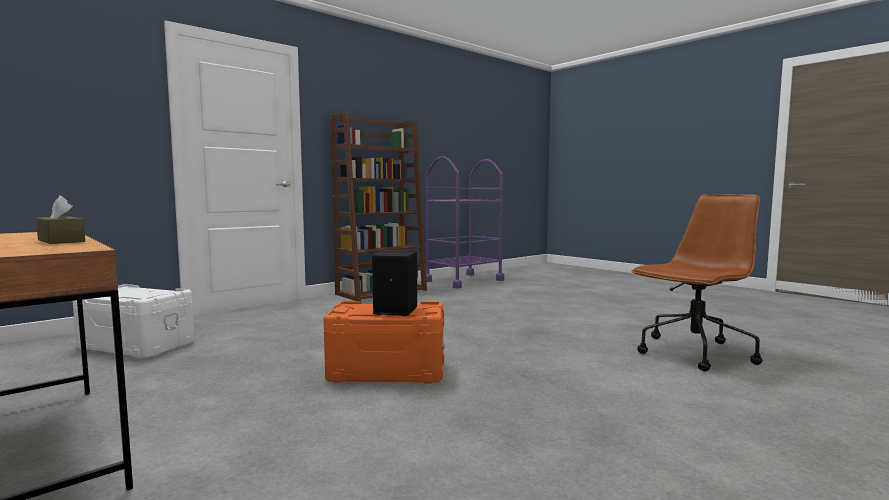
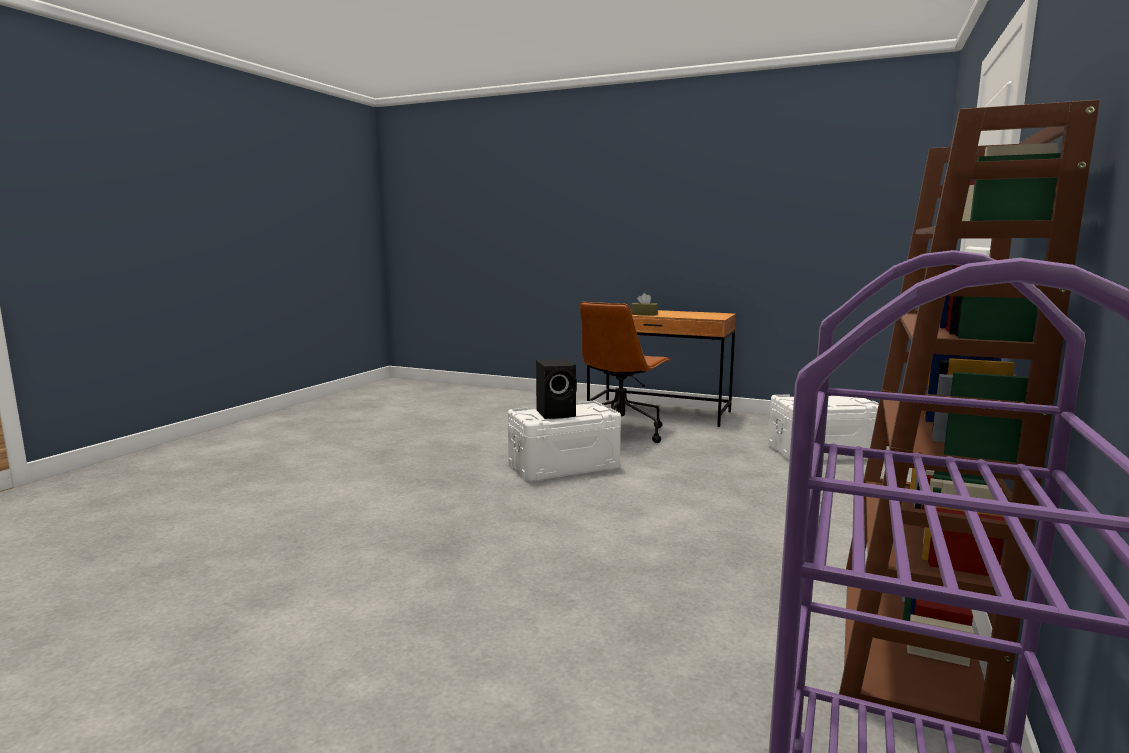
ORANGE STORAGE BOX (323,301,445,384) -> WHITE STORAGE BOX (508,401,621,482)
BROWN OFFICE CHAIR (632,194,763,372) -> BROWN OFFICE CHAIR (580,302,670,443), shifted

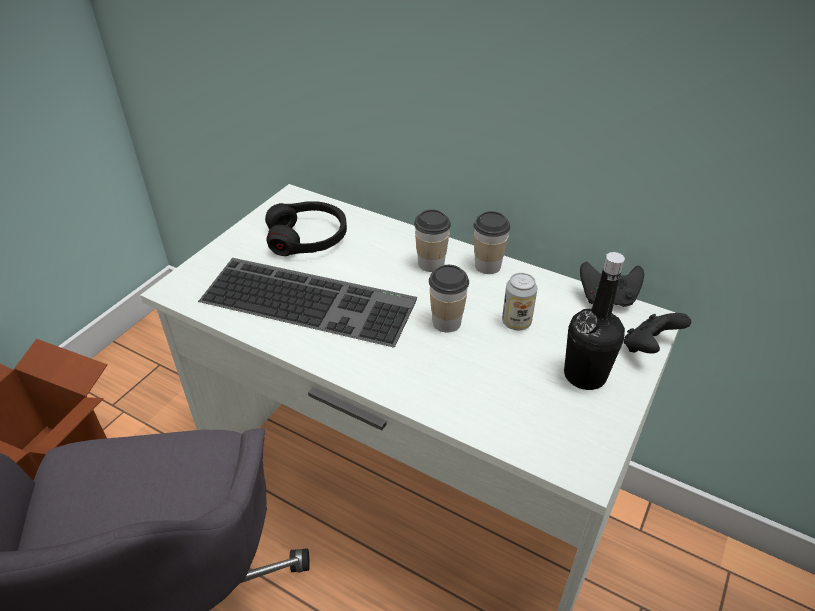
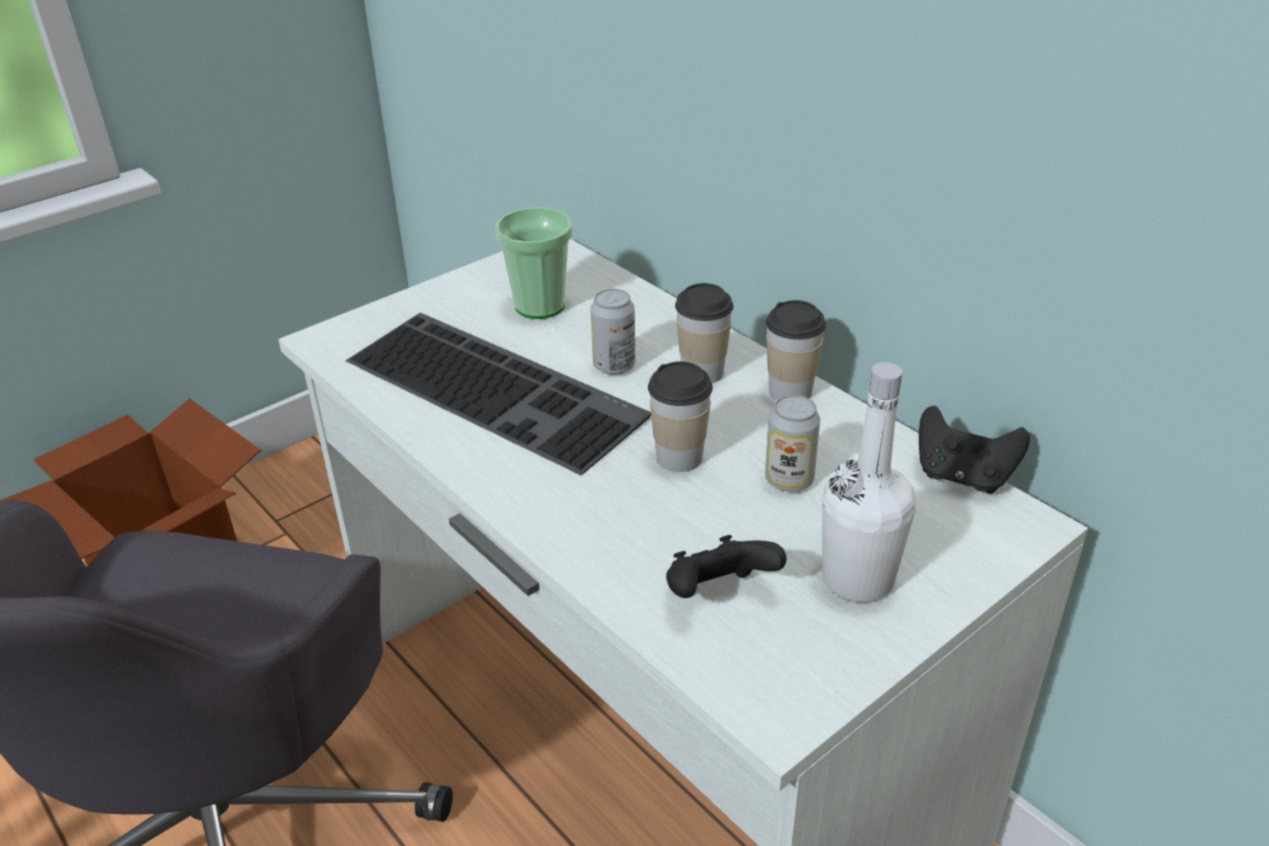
BLACK HEADPHONES (265,201,347,256) -> CUP (495,207,572,319)
none -> CAN (590,289,635,375)
BLACK GAME CONTROLLER (624,313,691,354) -> BLACK GAME CONTROLLER (666,535,787,598), shifted
BLACK BOTTLE (564,252,625,390) -> WHITE BOTTLE (822,362,916,602)

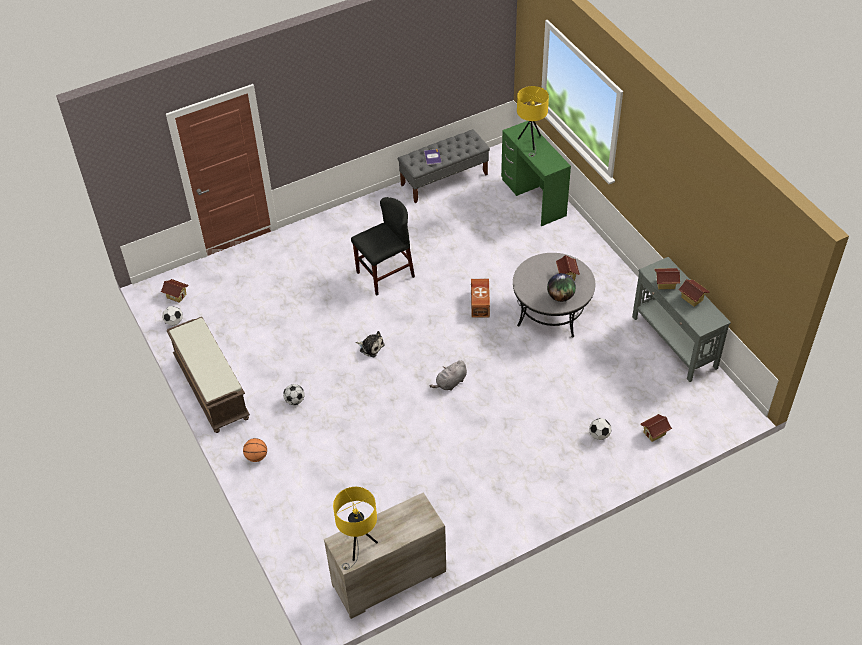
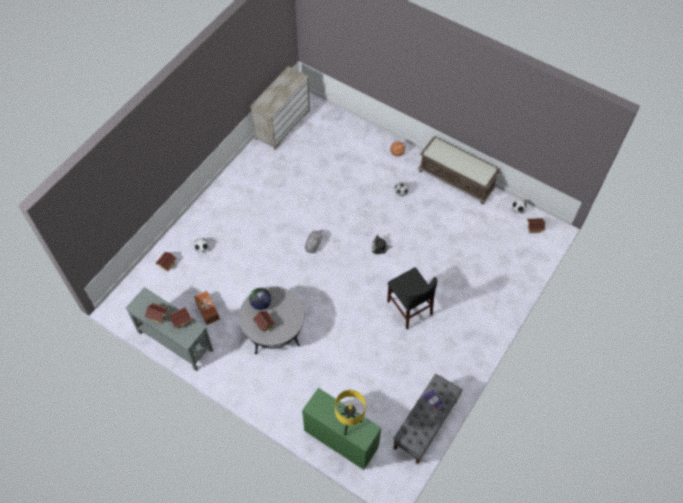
BROWN STORAGE BOX (471,279,490,318) -> BROWN STORAGE BOX (194,291,220,325), shifted
BLACK CHAIR (351,197,415,296) -> BLACK CHAIR (387,267,438,329), 60 degrees counterclockwise
YELLOW TABLE LAMP (333,487,378,570) -> none

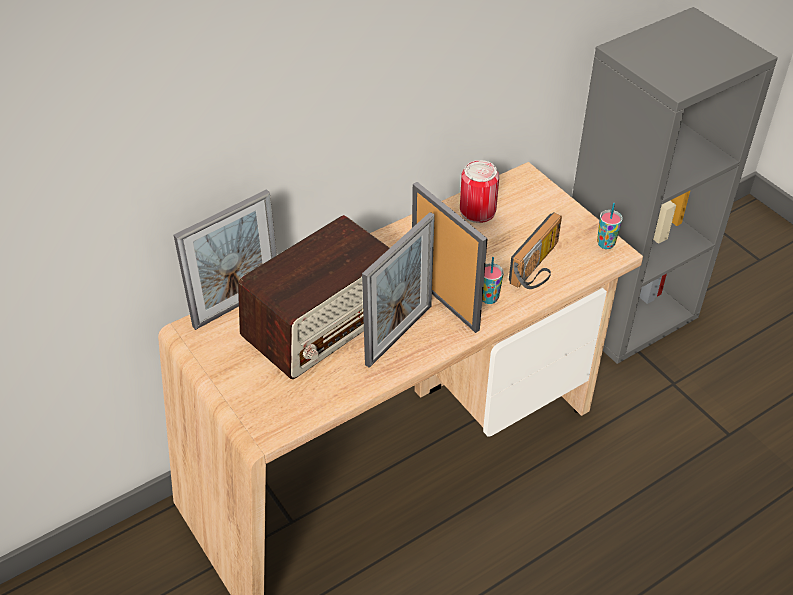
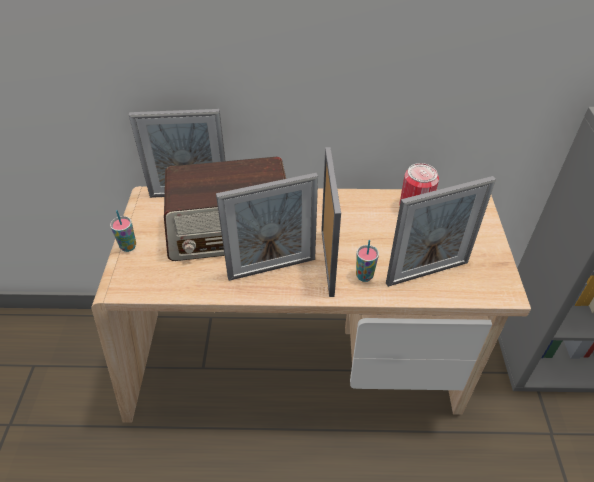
CUP (597,203,623,249) -> CUP (110,210,136,252), shifted
RADIO (509,212,562,289) -> PICTURE FRAME (386,176,496,287)

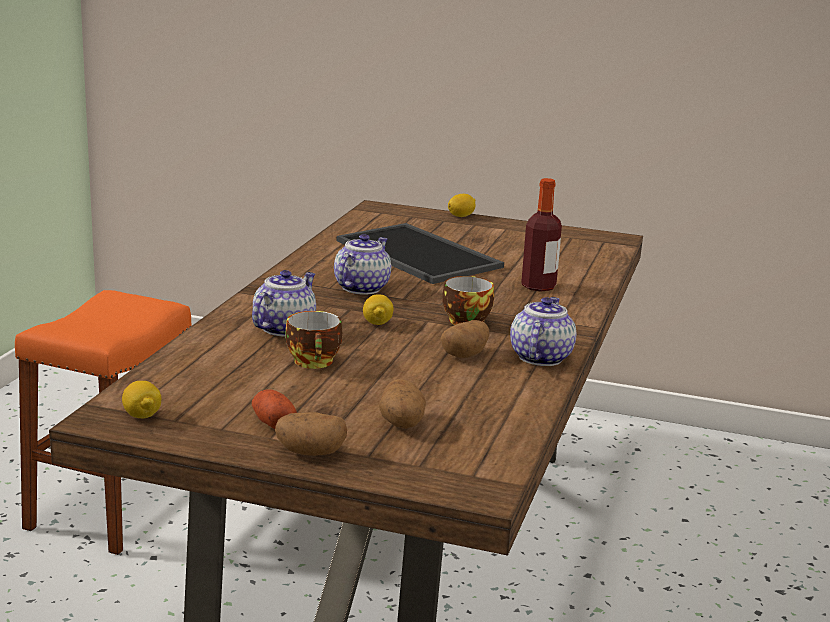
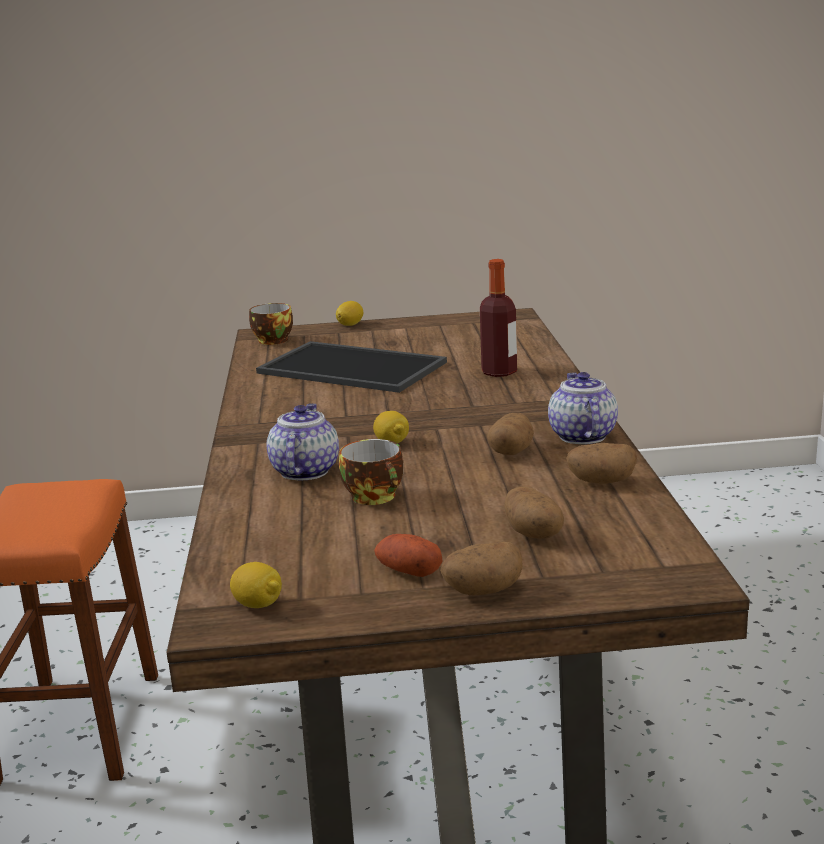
CUP (442,276,494,325) -> CUP (249,303,293,345), shifted
none -> POTATO (566,443,637,484)
TEAPOT (334,234,391,295) -> none

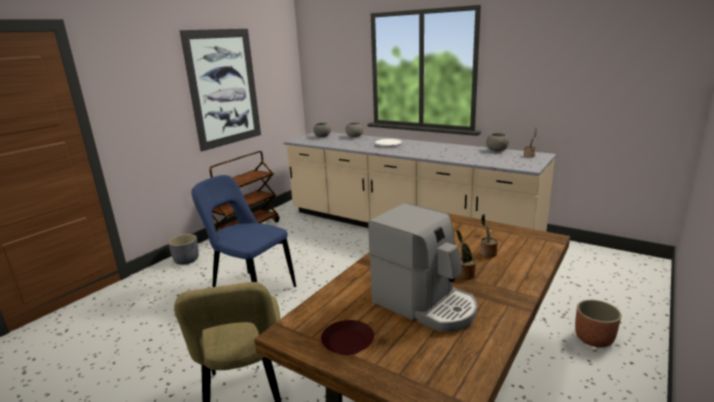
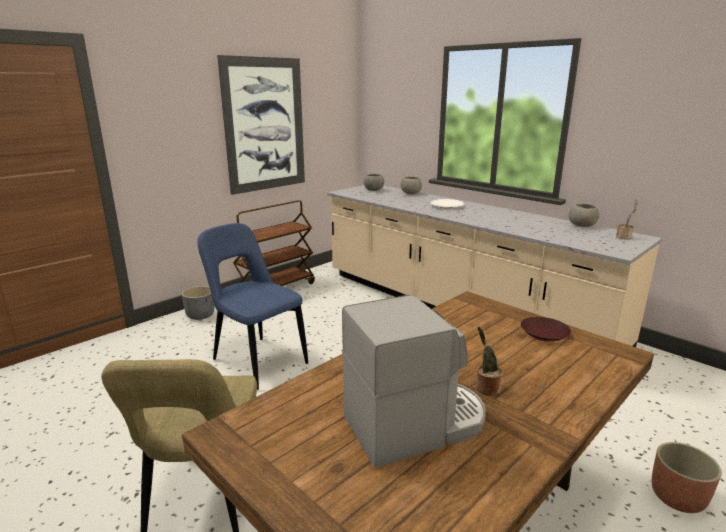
COFFEE MACHINE (368,203,477,332) -> COFFEE MACHINE (342,295,486,468), 75 degrees counterclockwise
BROWN PLATE (321,320,374,355) -> BROWN PLATE (521,317,571,342), shifted
POTTED PLANT (480,214,498,257) -> none

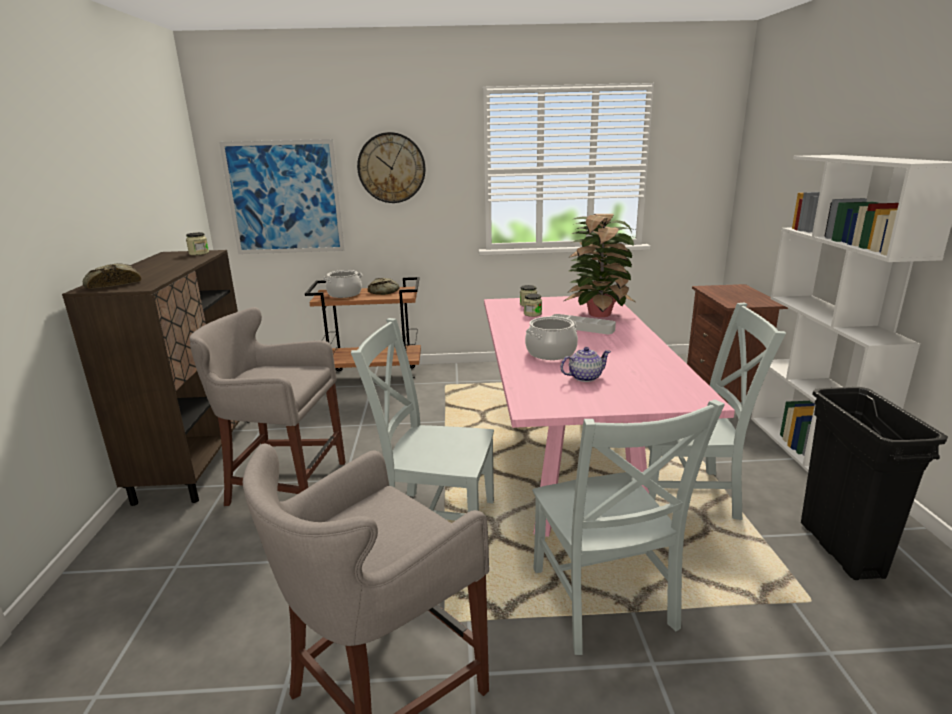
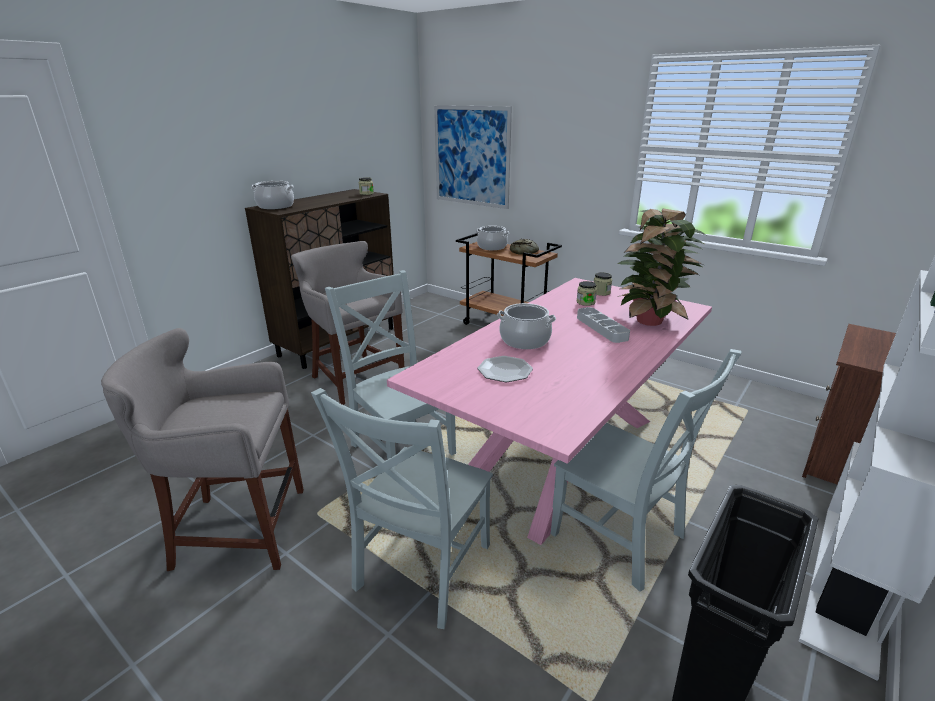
BREAD (83,263,141,289) -> COOKING POT (251,181,294,210)
TEAPOT (561,347,611,382) -> PLATE (478,356,533,382)
WALL CLOCK (357,132,426,203) -> none

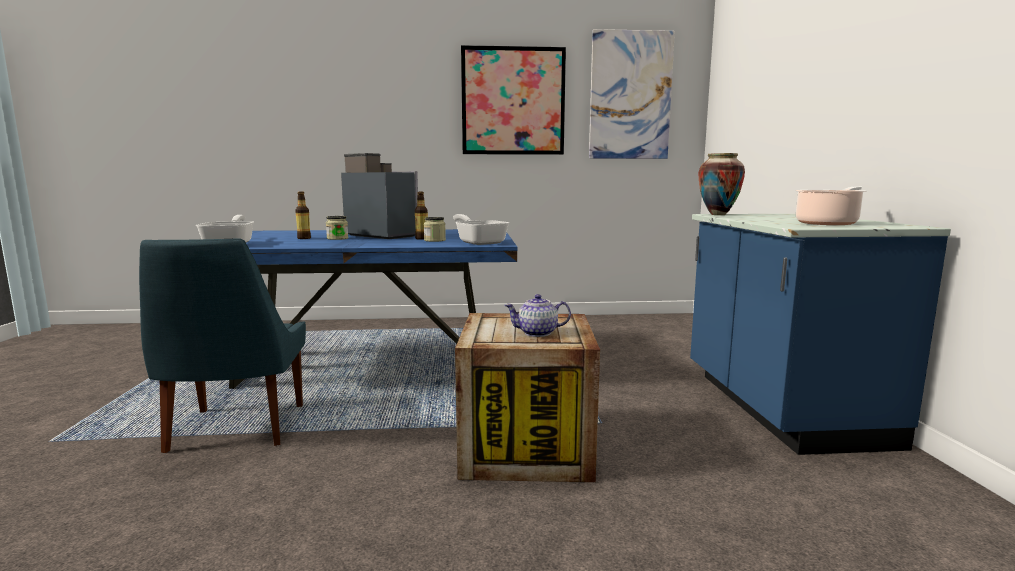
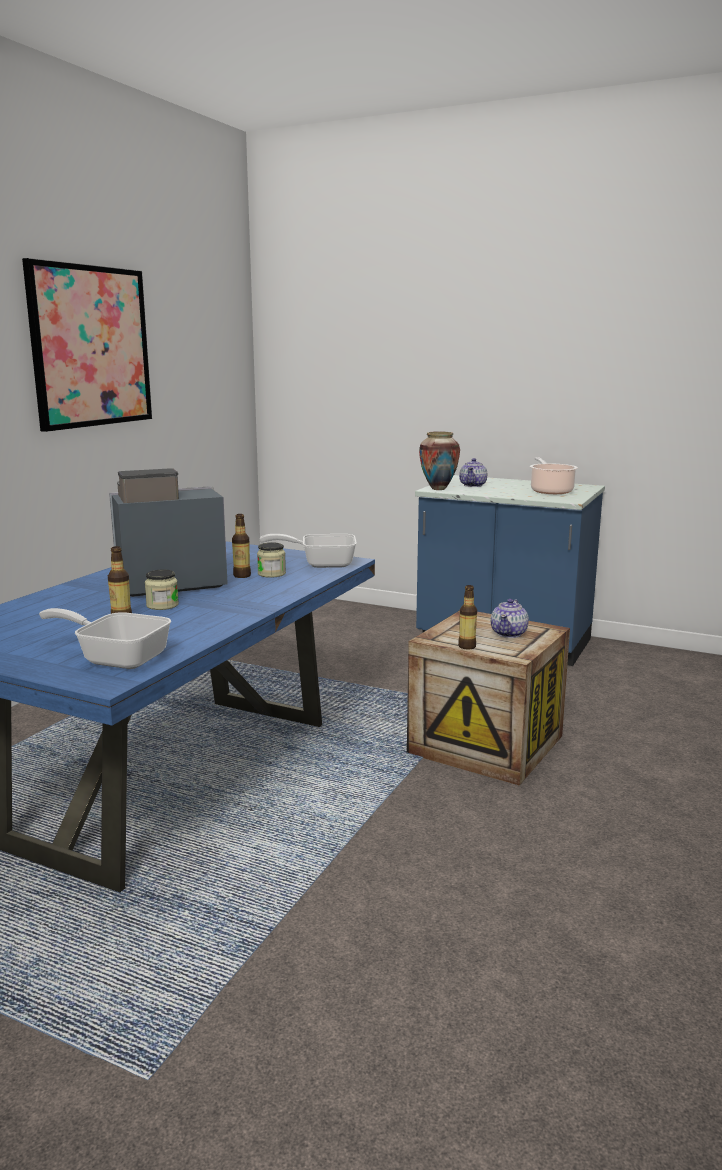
none -> BOTTLE (458,585,477,650)
none -> TEAPOT (459,458,487,487)
BLUE CHAIR (139,238,306,453) -> none
PICTURE (589,29,675,159) -> none

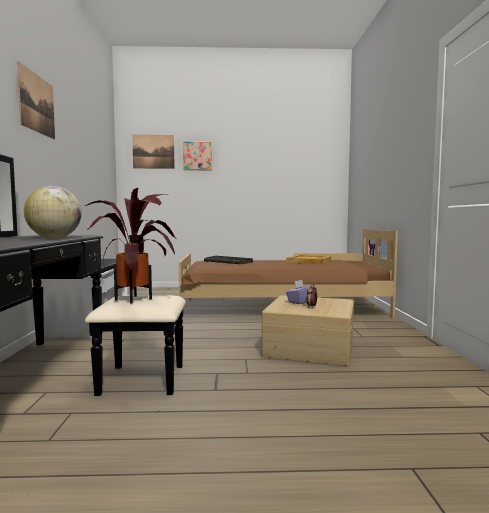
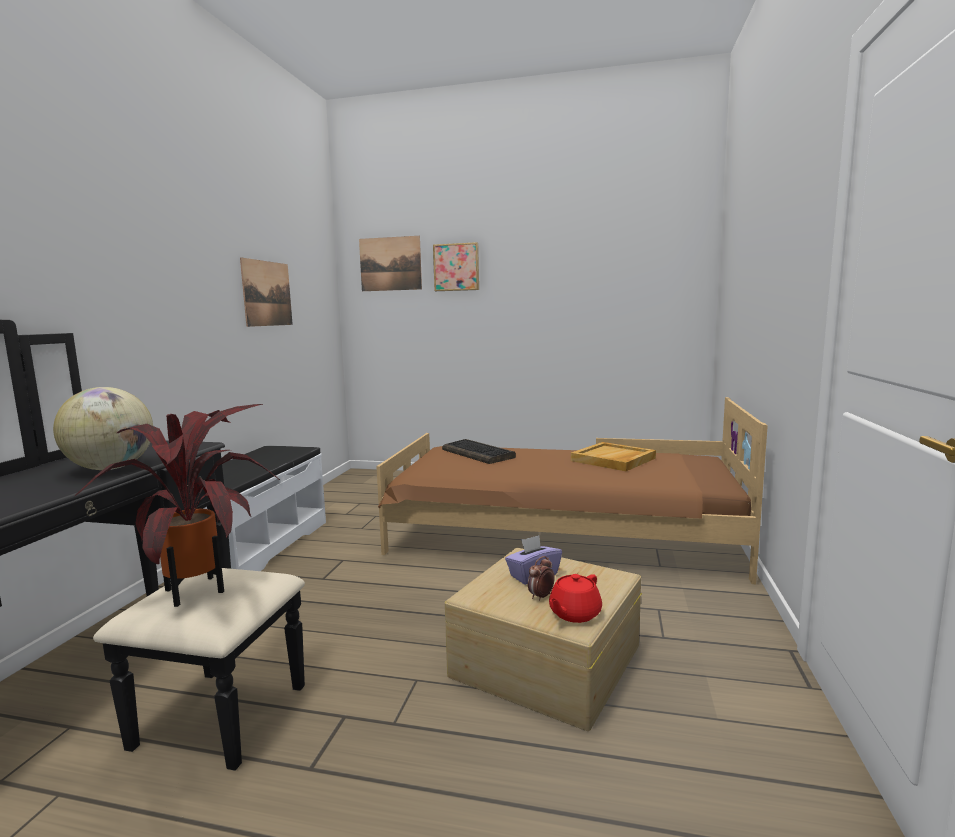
PICTURE (17,61,55,139) -> PICTURE (240,257,293,327), shifted
none -> RED TEAPOT (549,574,602,623)

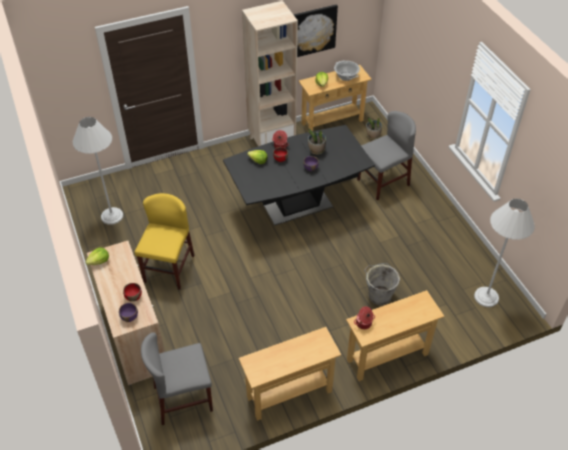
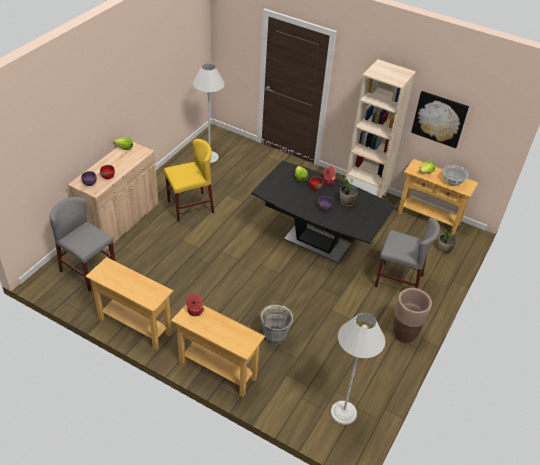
none -> BROWN PLANTER (393,288,432,343)

